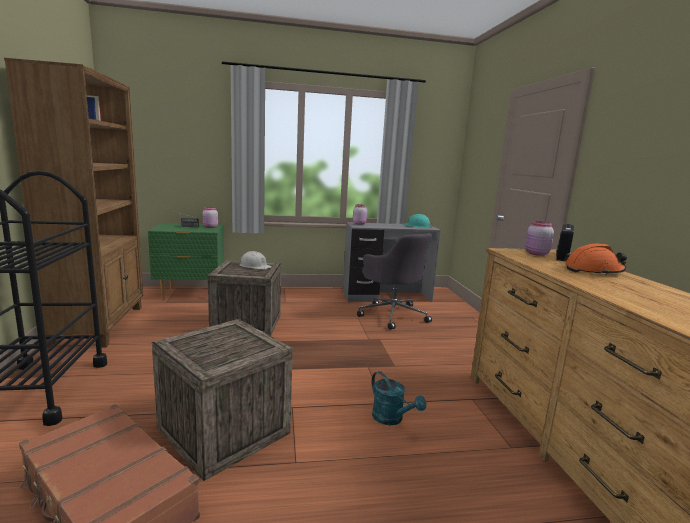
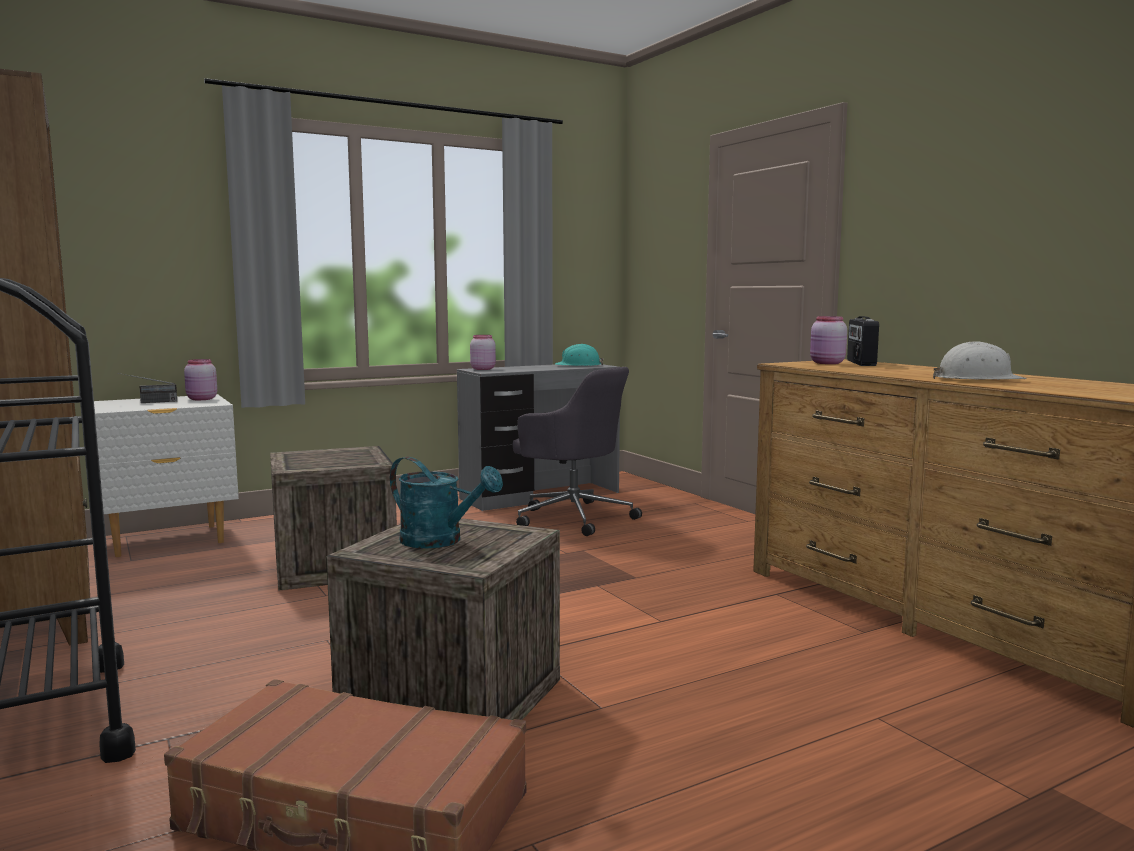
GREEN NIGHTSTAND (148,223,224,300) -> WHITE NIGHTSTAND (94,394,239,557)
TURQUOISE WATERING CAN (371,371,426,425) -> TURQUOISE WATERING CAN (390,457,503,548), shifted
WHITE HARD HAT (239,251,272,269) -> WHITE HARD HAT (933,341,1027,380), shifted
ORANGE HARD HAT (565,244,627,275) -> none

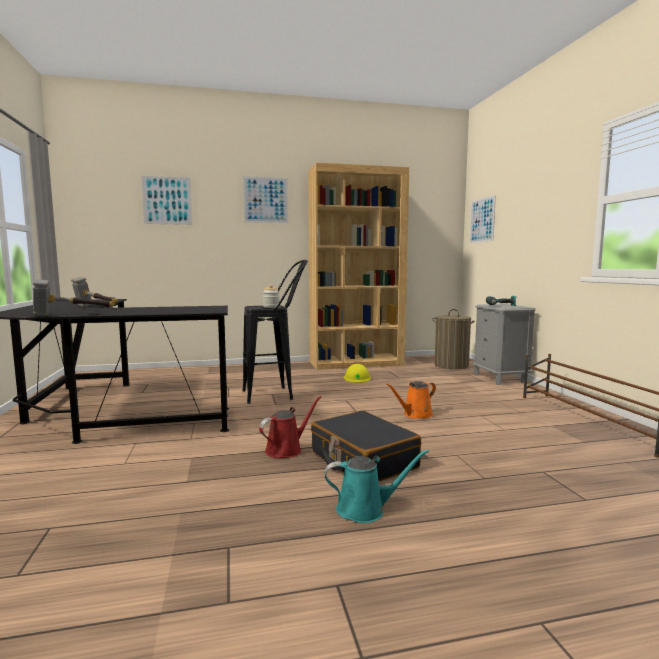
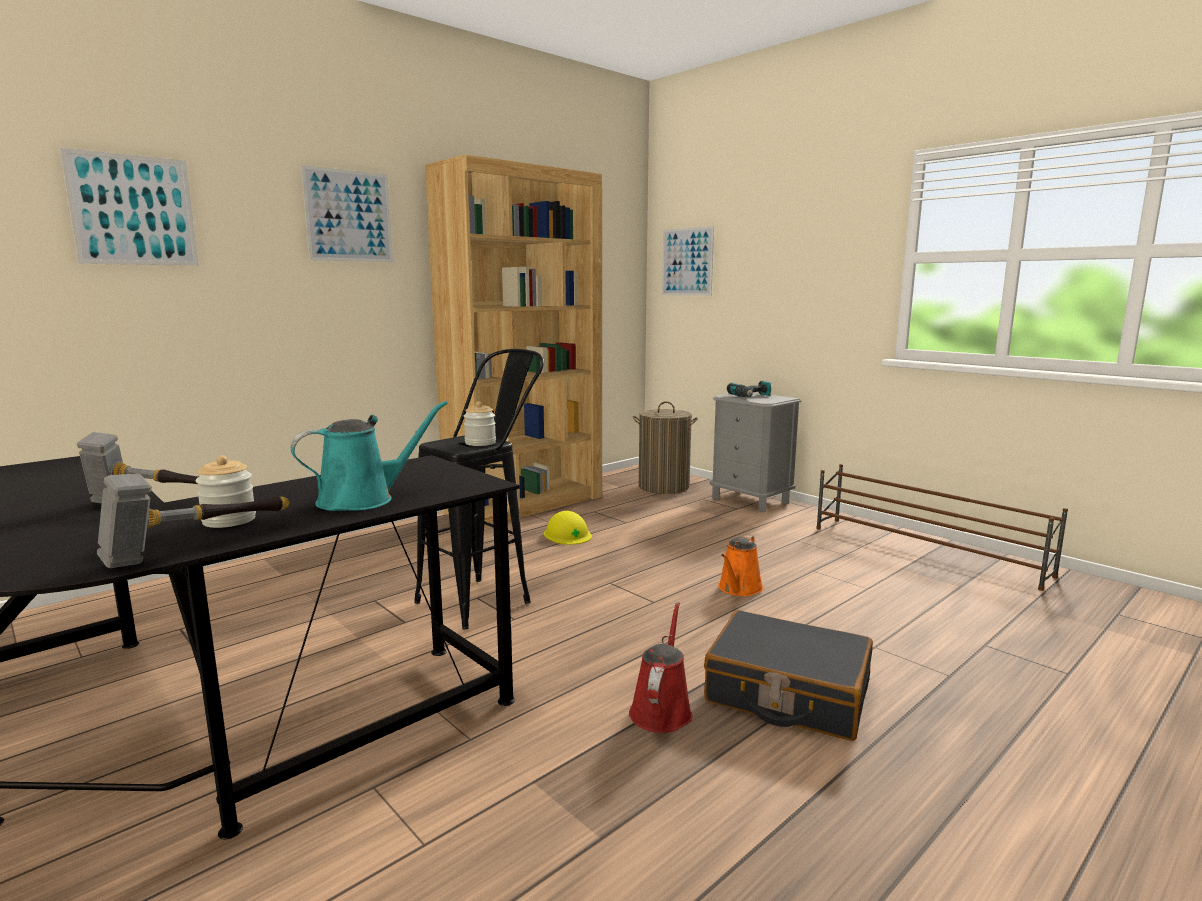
none -> JAR (196,455,256,528)
TURQUOISE WATERING CAN (325,450,429,523) -> TURQUOISE WATERING CAN (291,401,448,511), shifted

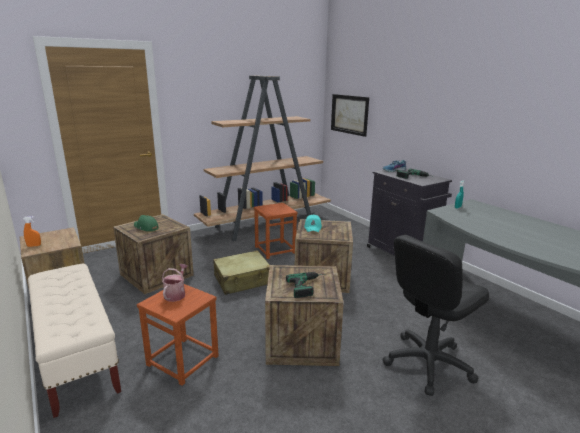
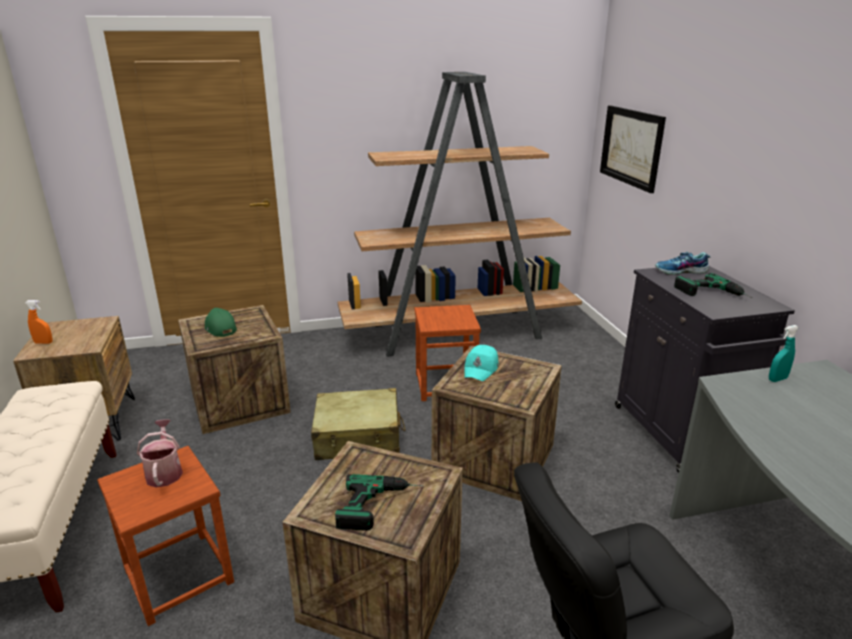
WATERING CAN (162,264,188,302) -> WATERING CAN (137,419,183,488), 45 degrees counterclockwise

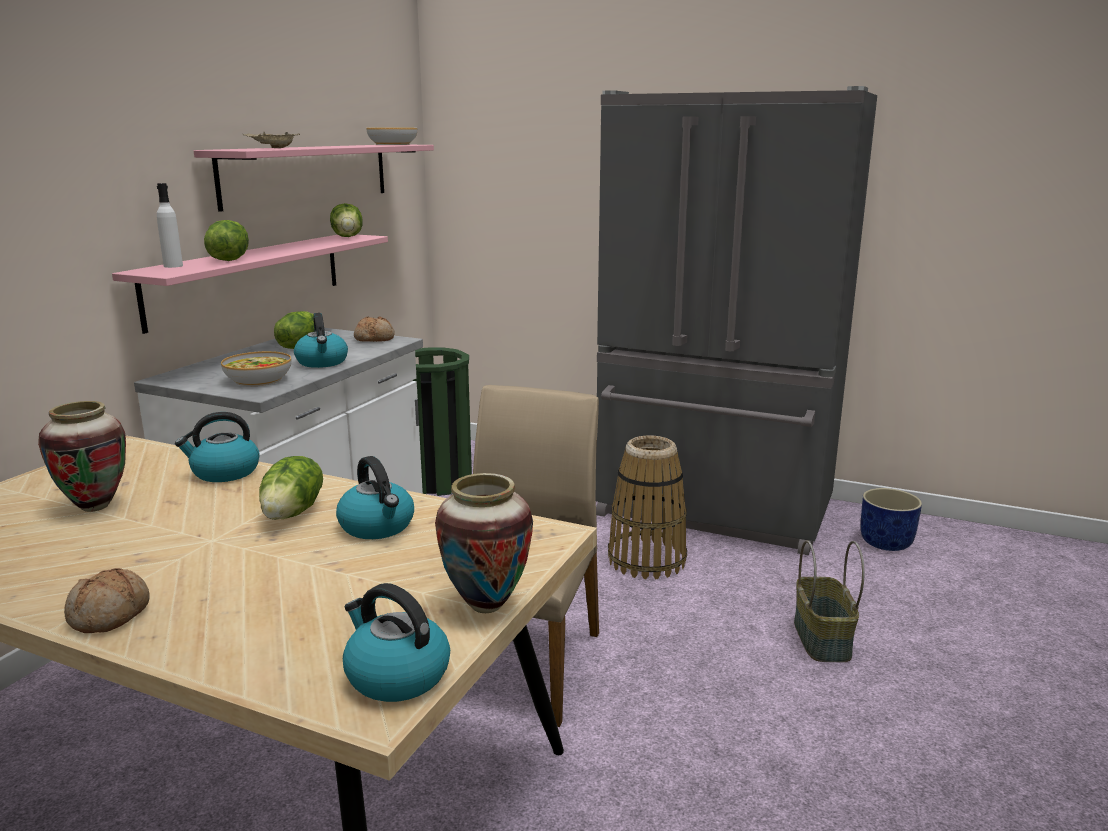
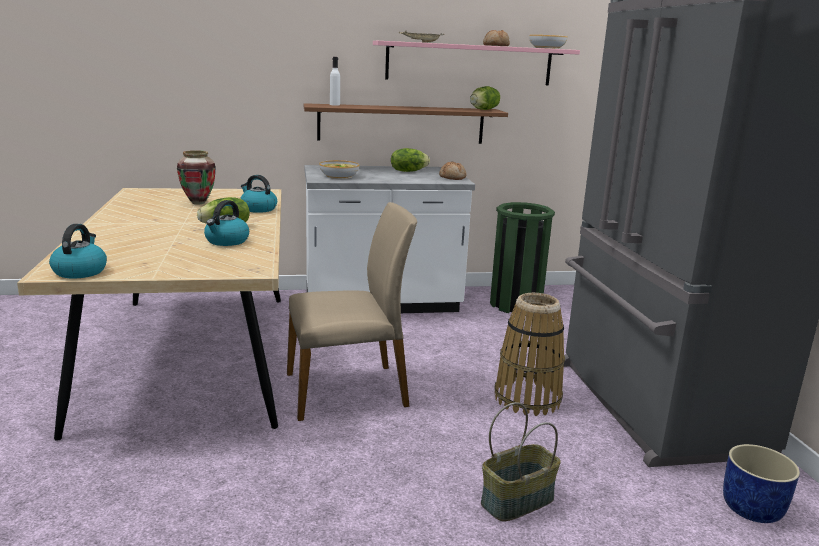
PINK SHELF (112,235,388,334) -> BROWN SHELF (304,103,508,144)
BREAD (64,568,150,633) -> BREAD (483,30,510,46), shifted
LETTUCE (204,220,249,261) -> none
KETTLE (294,313,348,368) -> none
VASE (435,473,533,613) -> none

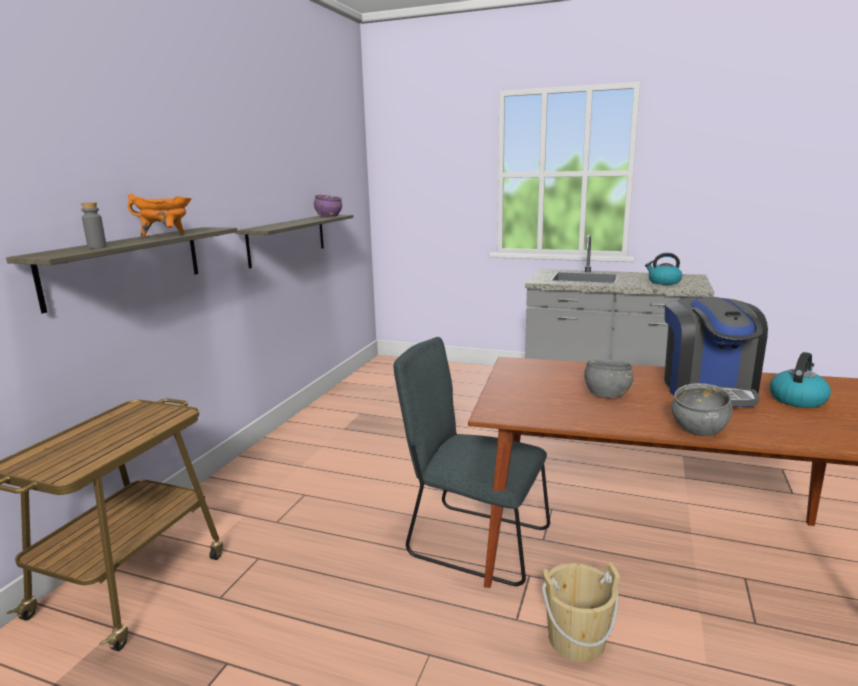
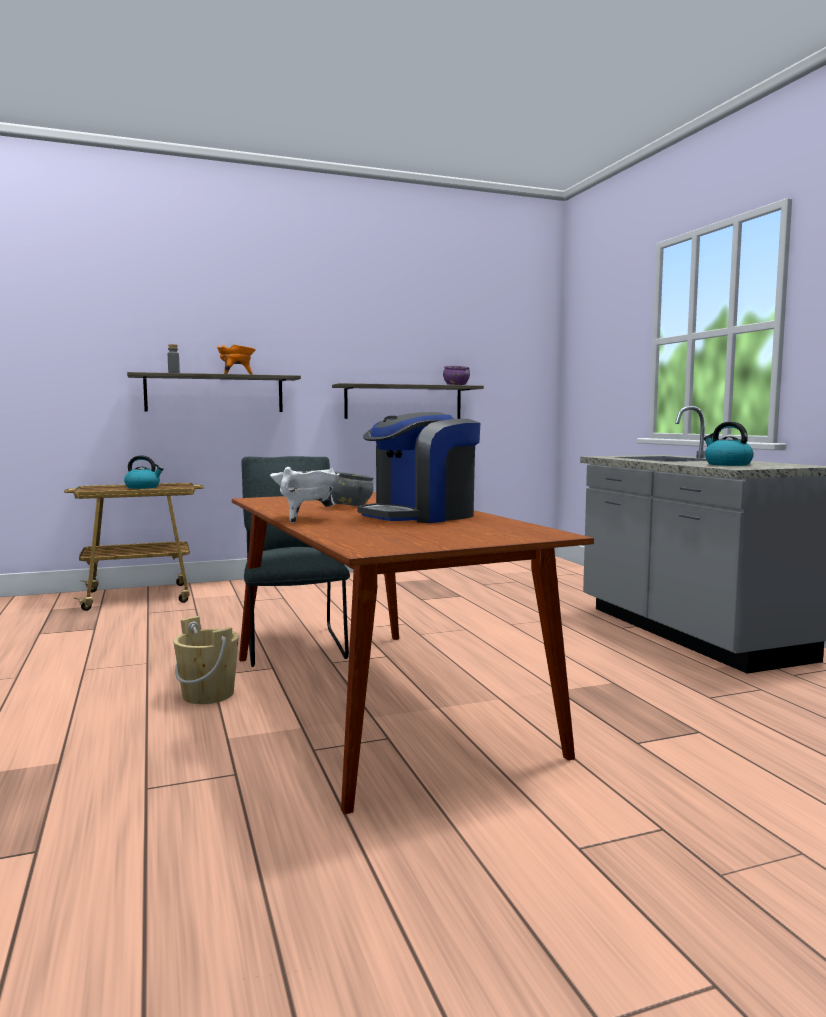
KETTLE (770,352,831,408) -> KETTLE (124,456,164,489), shifted
GREY BOWL (671,383,732,436) -> WHITE COOKING POT (270,467,340,523)

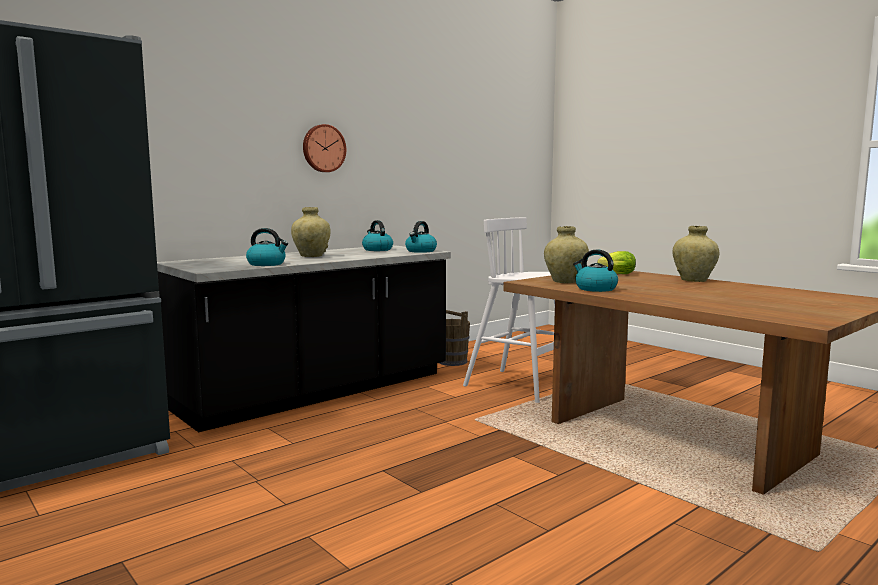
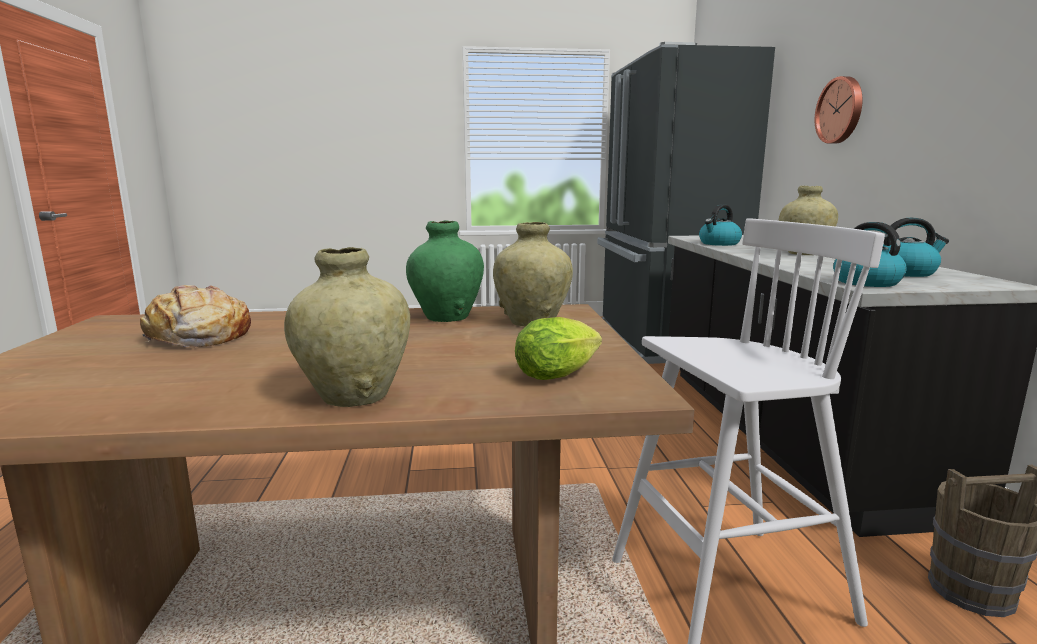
none -> BREAD (140,285,251,347)
KETTLE (573,250,618,292) -> GREEN VASE (406,220,484,322)
WALL CLOCK (303,124,346,172) -> WALL CLOCK (815,76,862,144), shifted

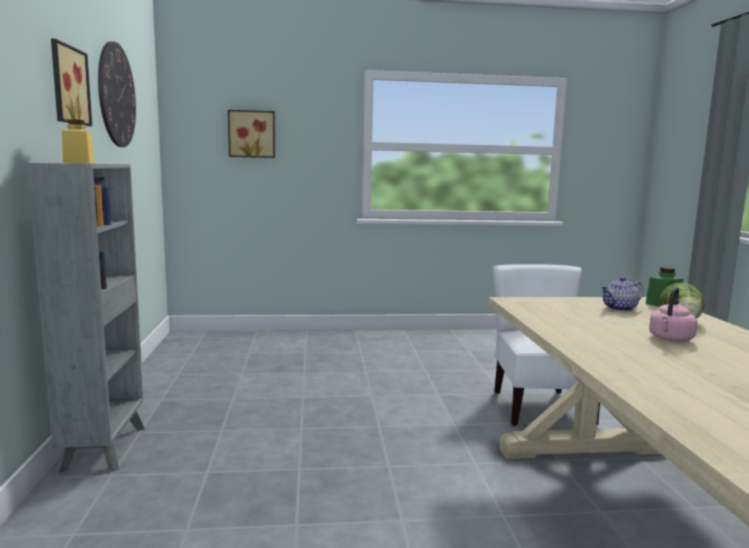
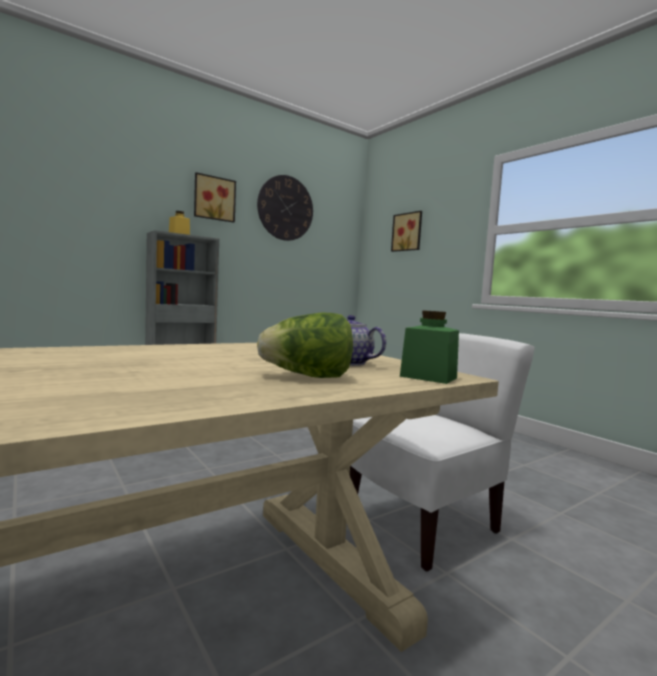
PINK KETTLE (649,287,697,342) -> none

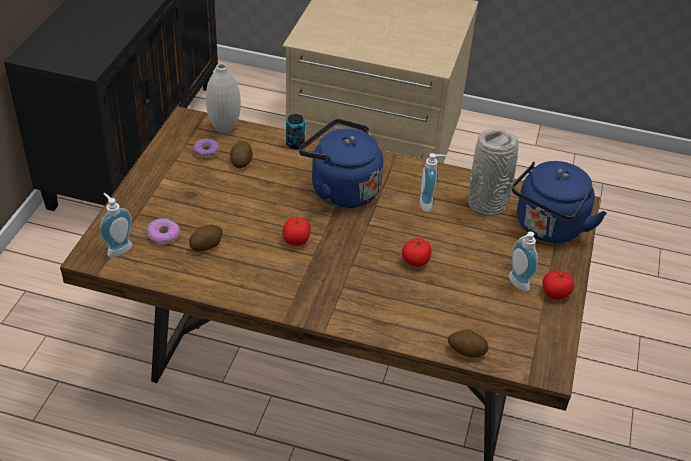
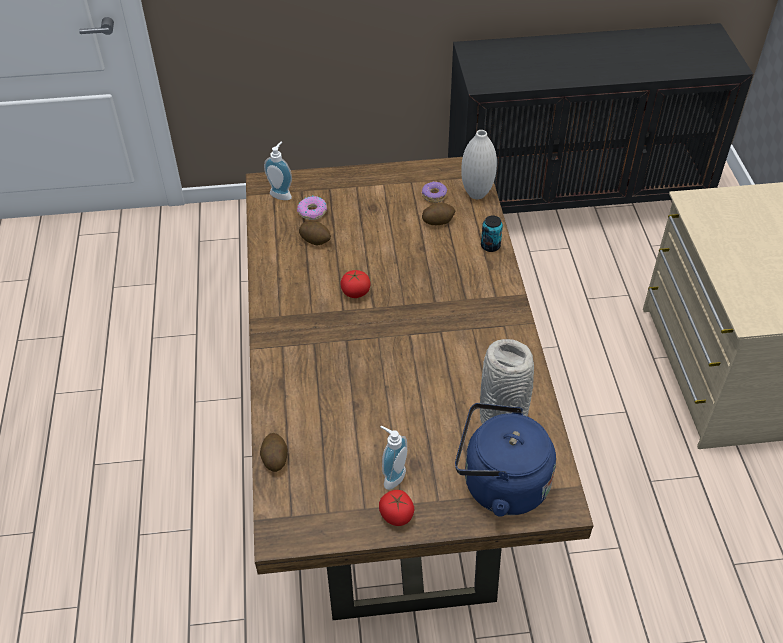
BLUE KETTLE (299,119,383,208) -> none
TOMATO (402,238,432,267) -> none
SOAP DISPENSER (419,153,446,212) -> none

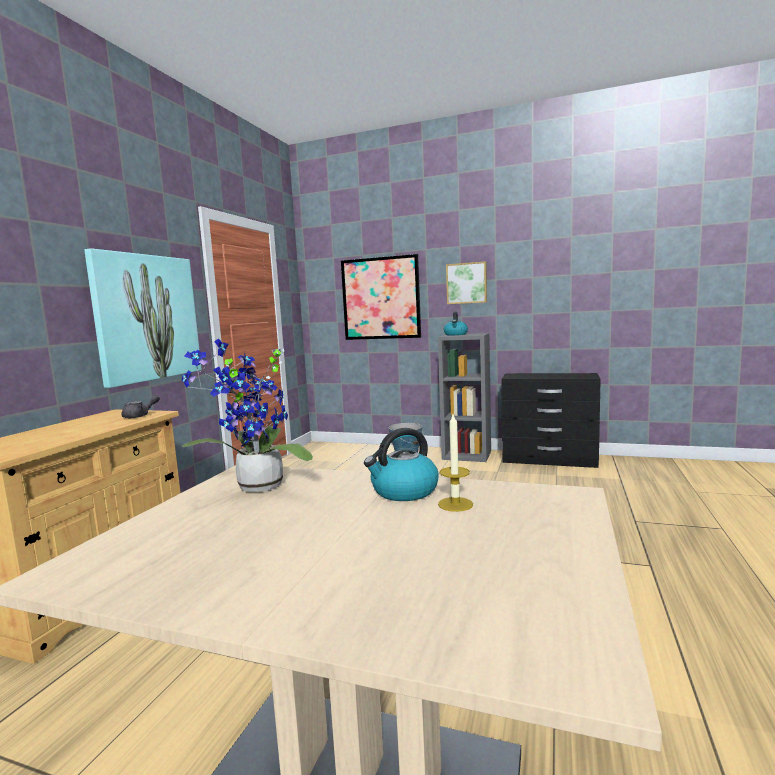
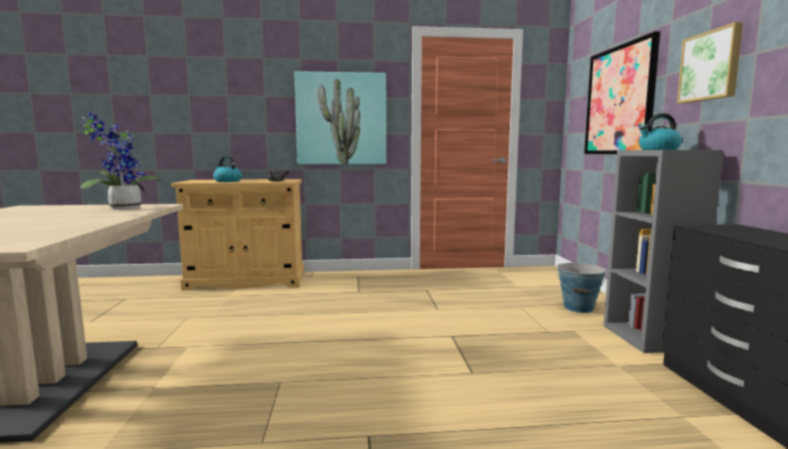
KETTLE (364,428,438,501) -> KETTLE (213,156,242,182), shifted
CANDLE (438,414,473,512) -> none

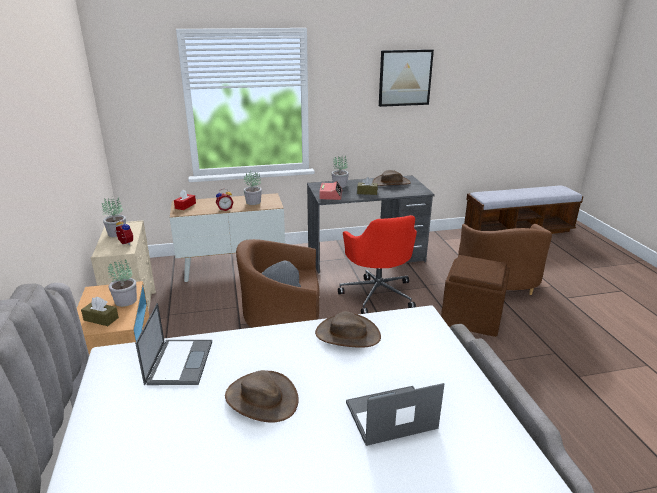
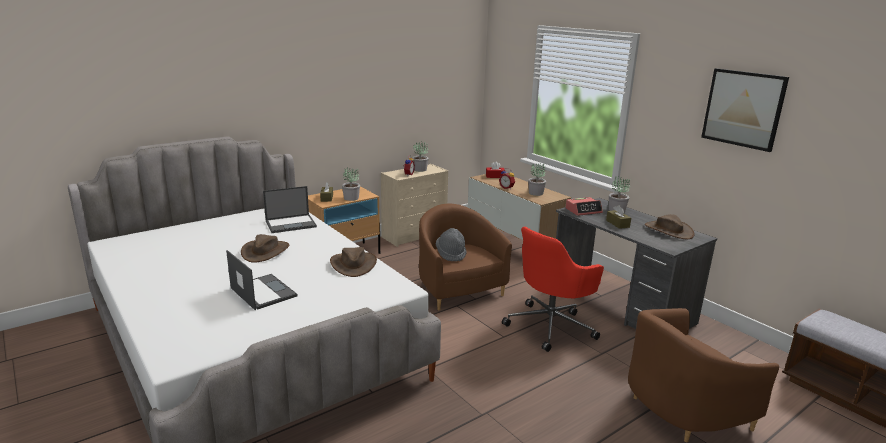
BROWN OTTOMAN (441,255,510,337) -> none

